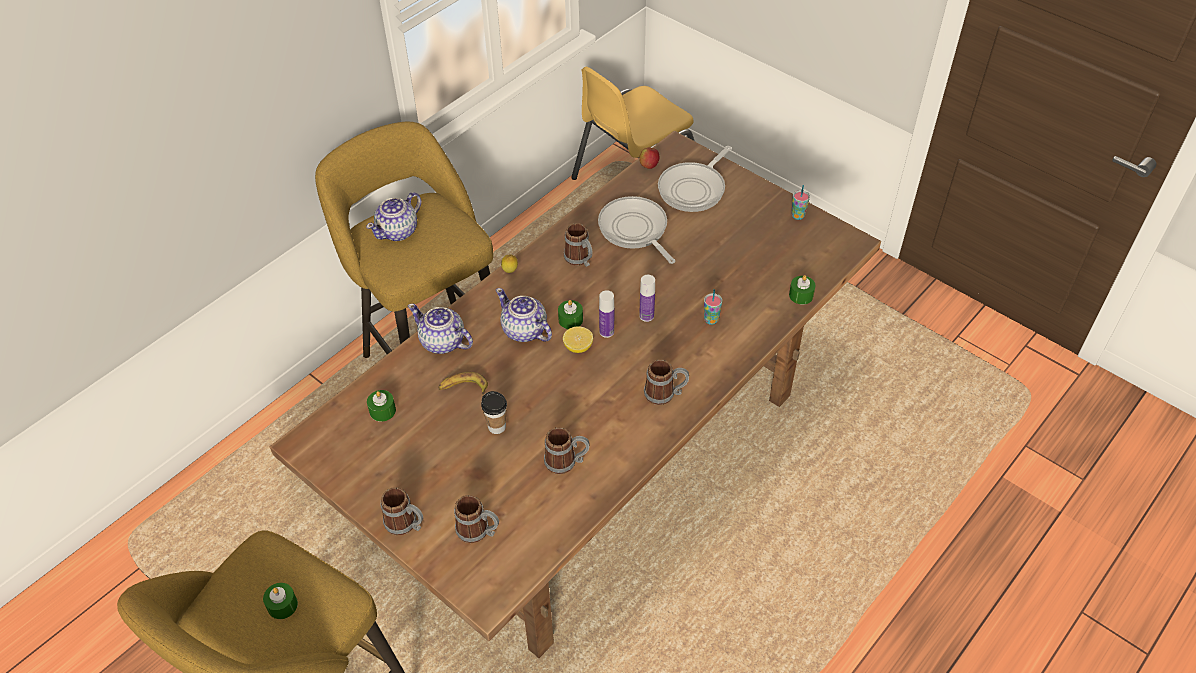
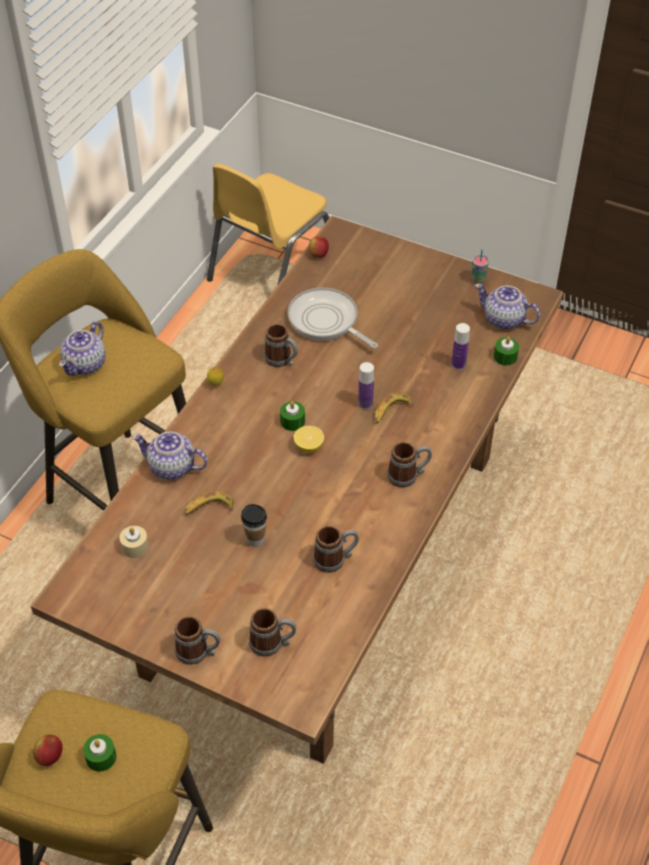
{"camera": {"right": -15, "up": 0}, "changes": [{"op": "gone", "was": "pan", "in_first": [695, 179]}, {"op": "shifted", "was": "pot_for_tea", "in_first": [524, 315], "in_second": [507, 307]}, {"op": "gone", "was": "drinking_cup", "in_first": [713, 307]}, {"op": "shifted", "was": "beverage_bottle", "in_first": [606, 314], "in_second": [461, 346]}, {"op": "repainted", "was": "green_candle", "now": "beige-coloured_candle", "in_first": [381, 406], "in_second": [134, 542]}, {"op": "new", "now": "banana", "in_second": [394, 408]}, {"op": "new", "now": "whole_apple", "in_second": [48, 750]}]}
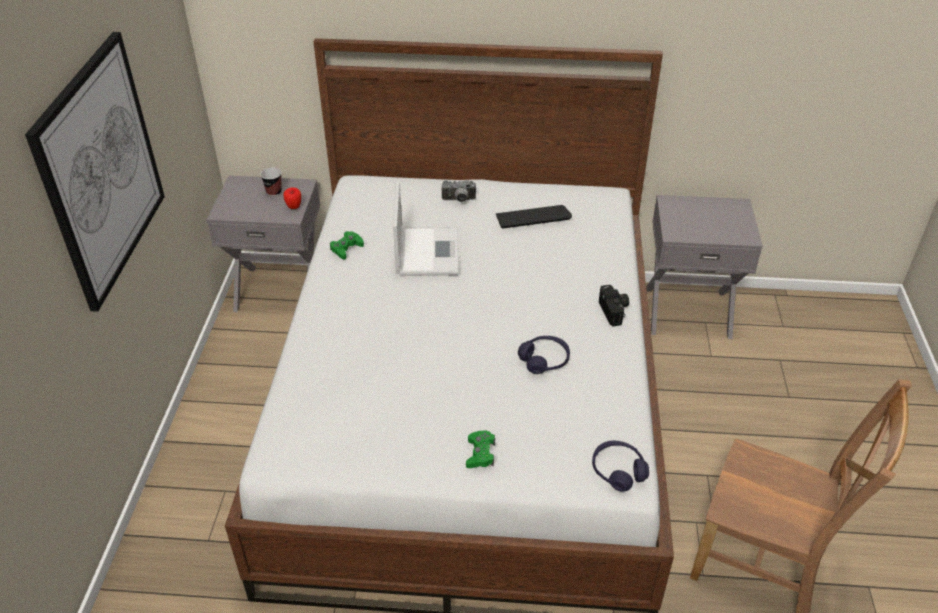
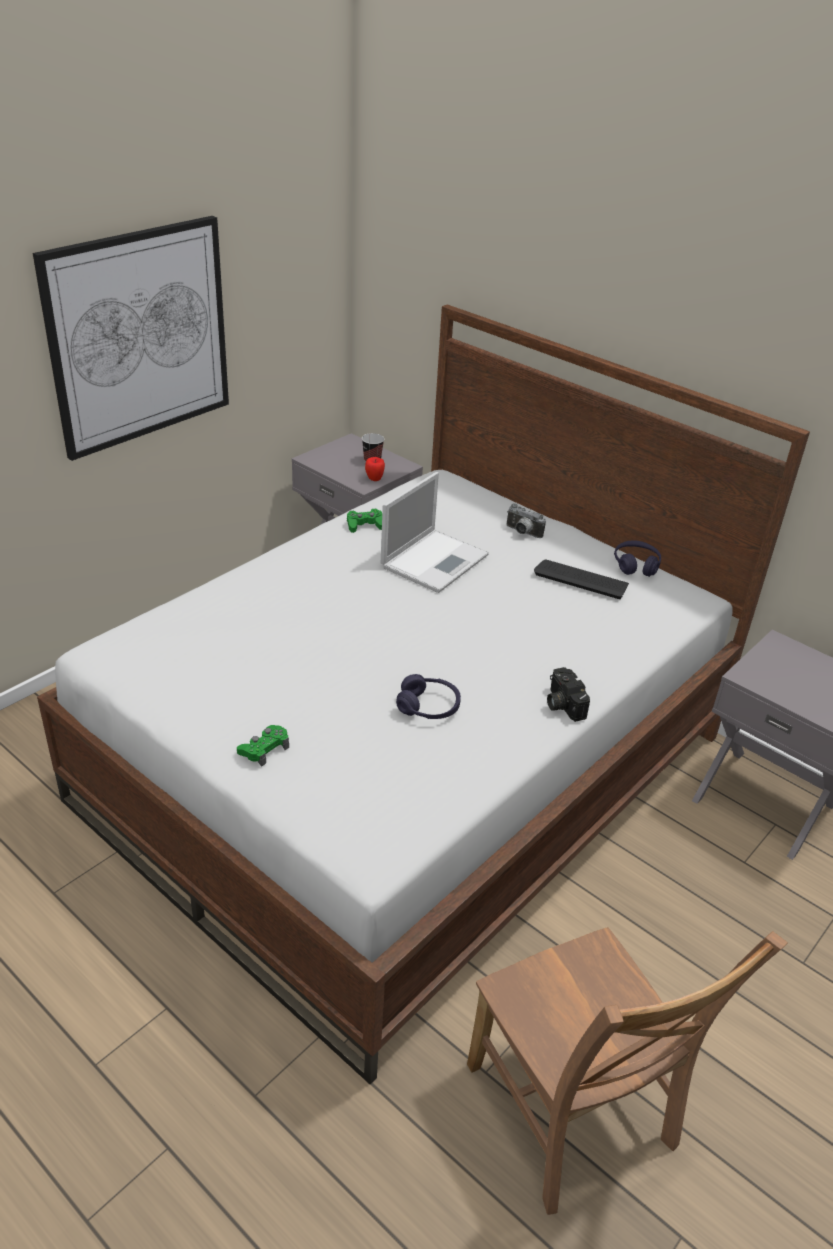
{"camera": {"right": 35, "up": -5}, "changes": [{"op": "rotated", "was": "still_camera", "in_first": [614, 305], "in_second": [568, 694], "clockwise": 135}, {"op": "shifted", "was": "purple_headphones", "in_first": [620, 466], "in_second": [637, 558]}]}
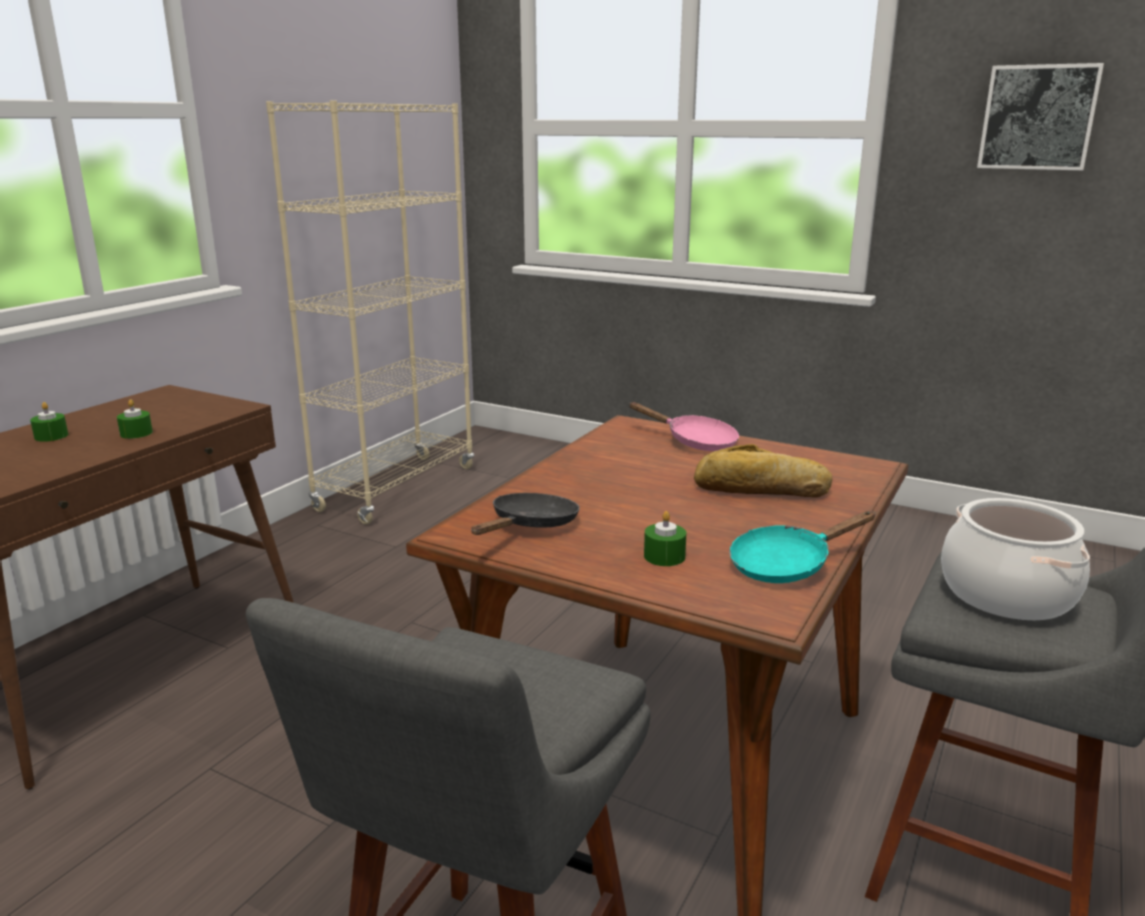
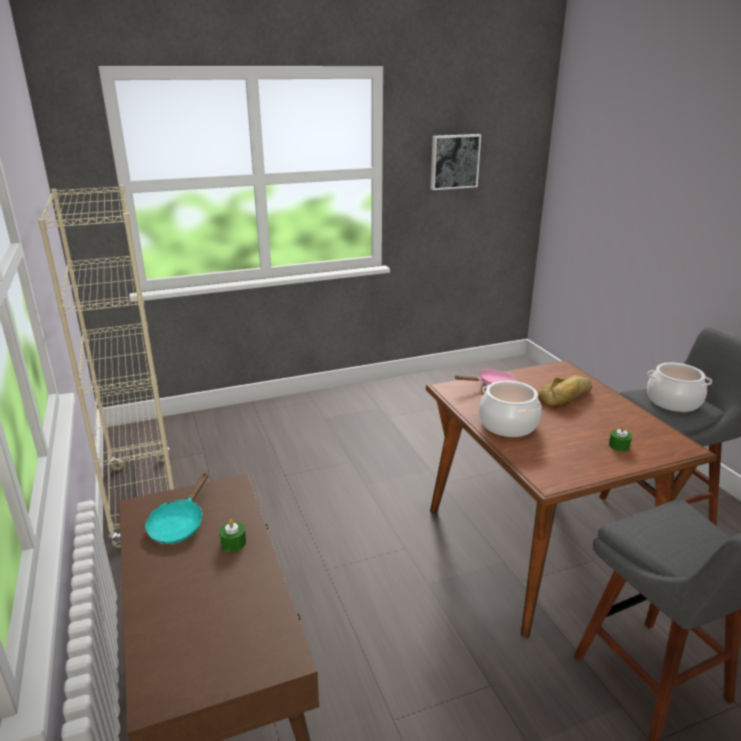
{"camera": {"right": -50, "up": 5}, "changes": [{"op": "gone", "was": "green_candle", "in_first": [49, 422]}, {"op": "gone", "was": "black-coloured_pan", "in_first": [525, 514]}, {"op": "shifted", "was": "turquoise_pan", "in_first": [802, 547], "in_second": [176, 508]}, {"op": "new", "now": "cooking_pot", "in_second": [510, 409]}]}
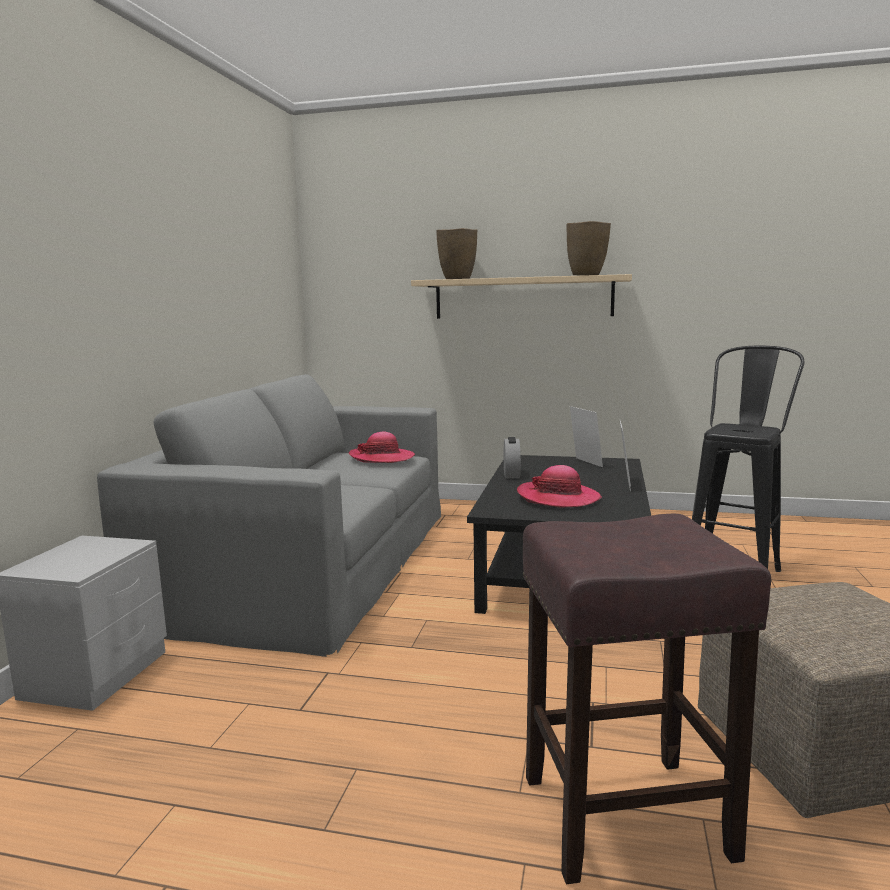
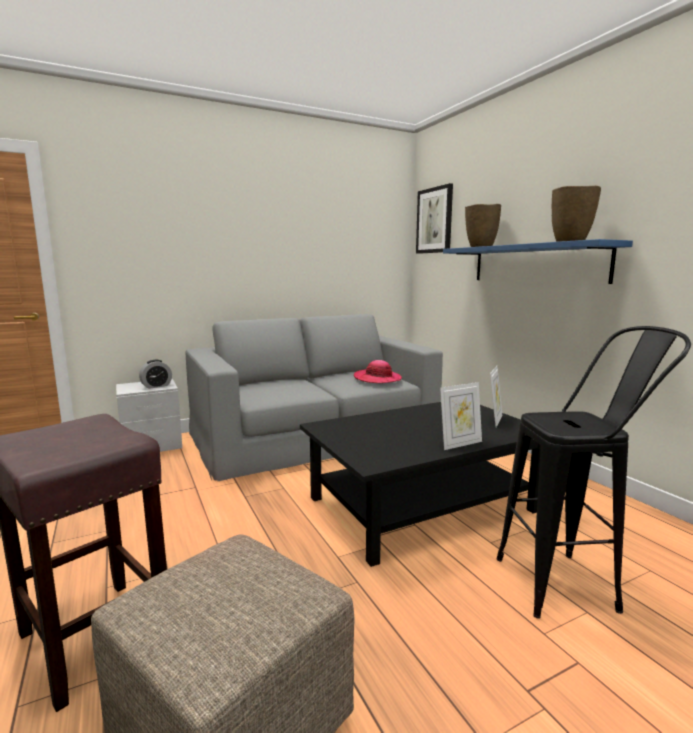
{"camera": {"right": 50, "up": 0}, "changes": [{"op": "repainted", "was": "beige-coloured_shelf", "now": "blue_shelf", "in_first": [521, 296], "in_second": [538, 261]}, {"op": "shifted", "was": "alarm_clock", "in_first": [512, 458], "in_second": [155, 374]}, {"op": "gone", "was": "wearable_hat", "in_first": [559, 486]}, {"op": "new", "now": "picture", "in_second": [434, 218]}]}
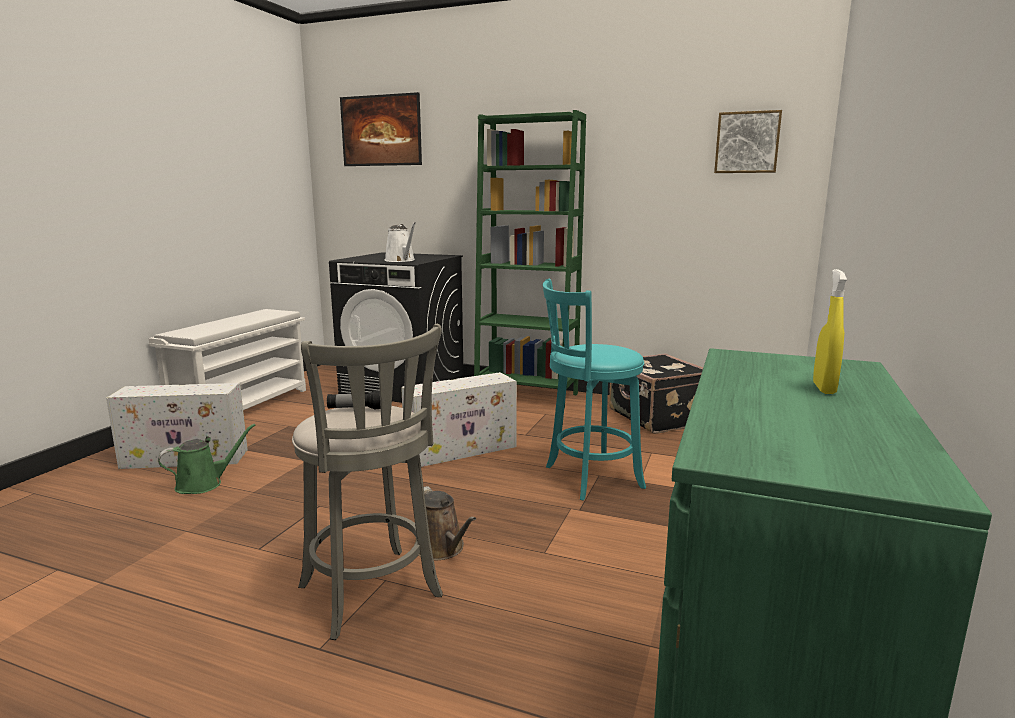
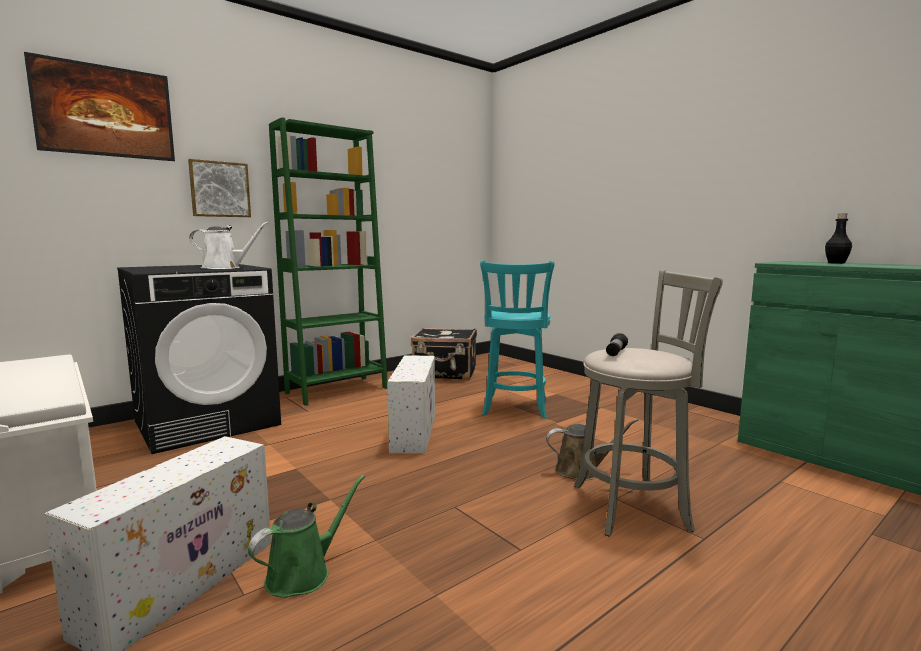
{"camera": {"right": -60, "up": -5}, "changes": [{"op": "shifted", "was": "picture", "in_first": [748, 141], "in_second": [219, 188]}, {"op": "swapped", "was": "yellow-coloured_spray_bottle", "now": "black-coloured_beverage_bottle", "in_first": [830, 331], "in_second": [838, 239]}, {"op": "rotated", "was": "green_watering_pot", "in_first": [206, 459], "in_second": [306, 536], "clockwise": 45}]}
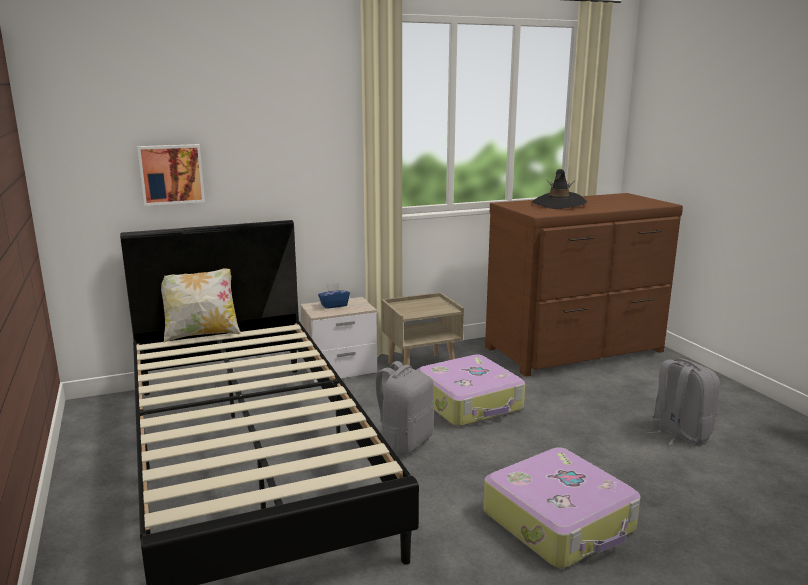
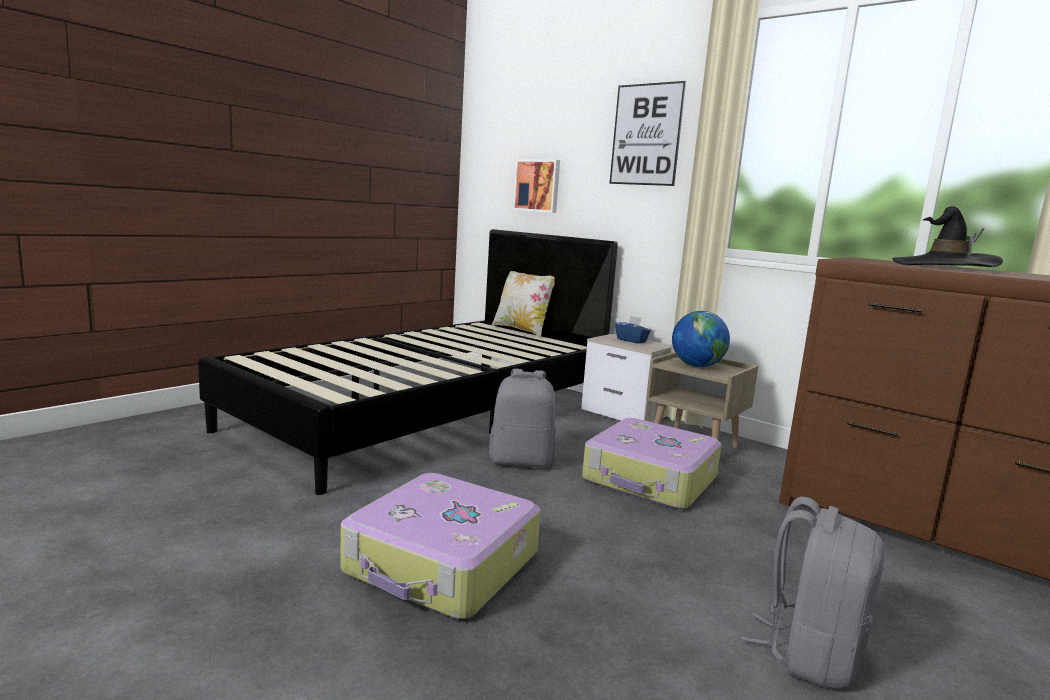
{"camera": {"right": 60, "up": -5}, "changes": [{"op": "new", "now": "picture", "in_second": [647, 133]}, {"op": "new", "now": "world_globe", "in_second": [701, 339]}]}
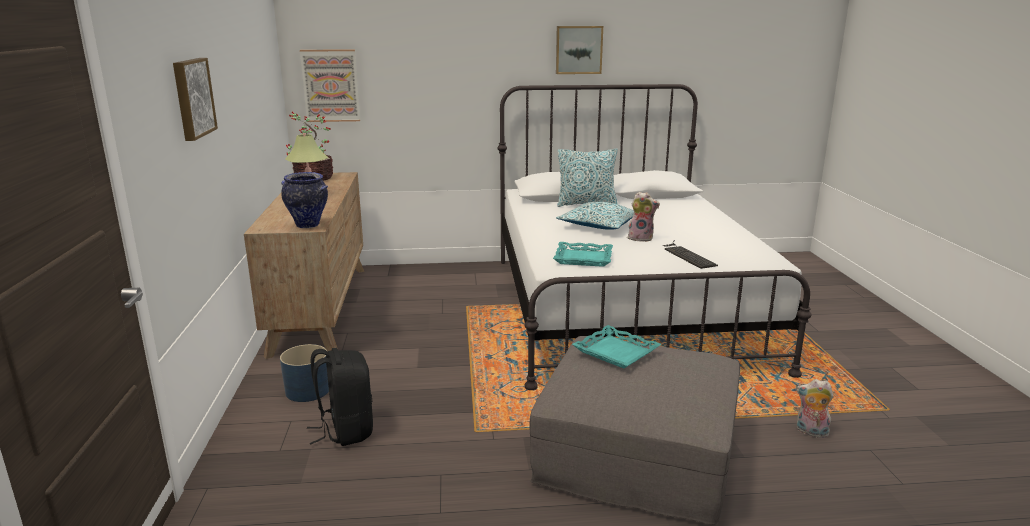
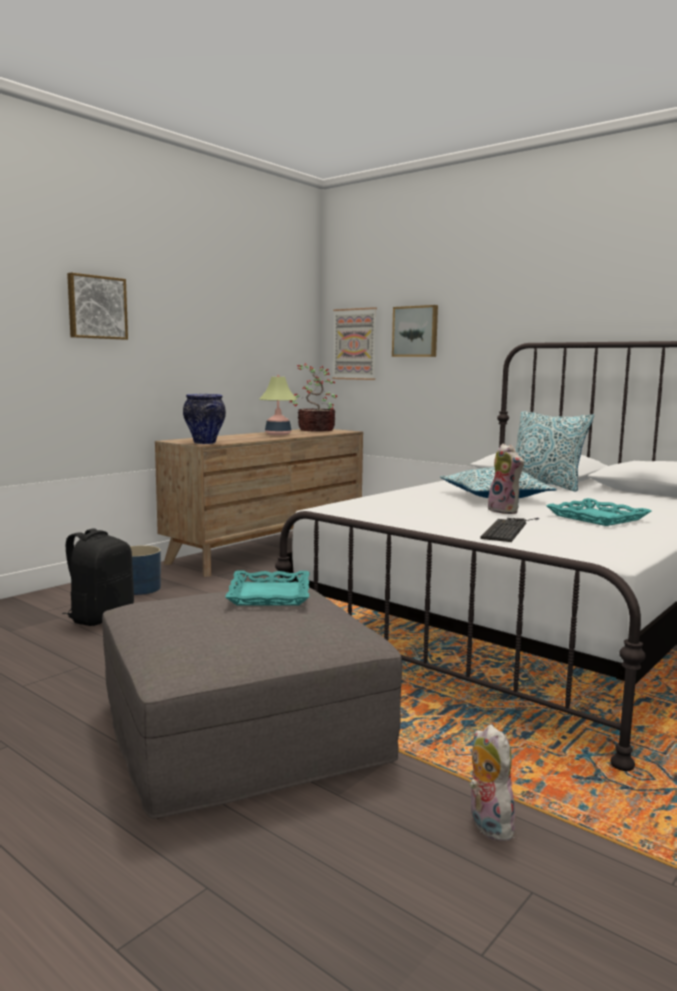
{"camera": {"right": 45, "up": -10}, "changes": [{"op": "shifted", "was": "picture", "in_first": [579, 50], "in_second": [415, 331]}, {"op": "shifted", "was": "turquoise_tray", "in_first": [583, 254], "in_second": [598, 512]}]}
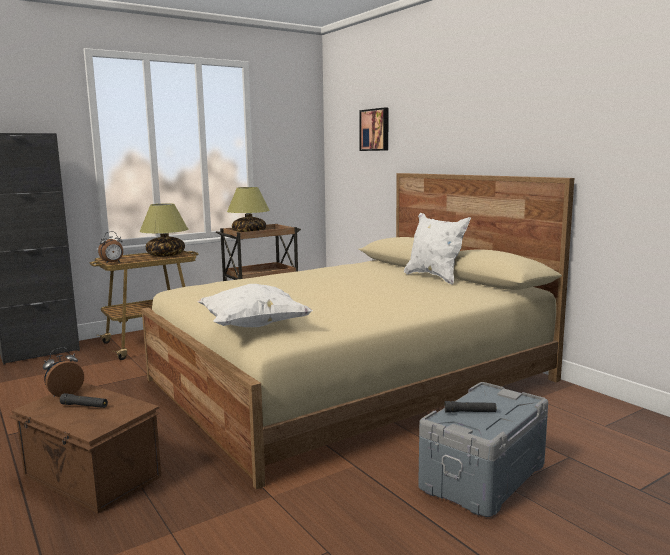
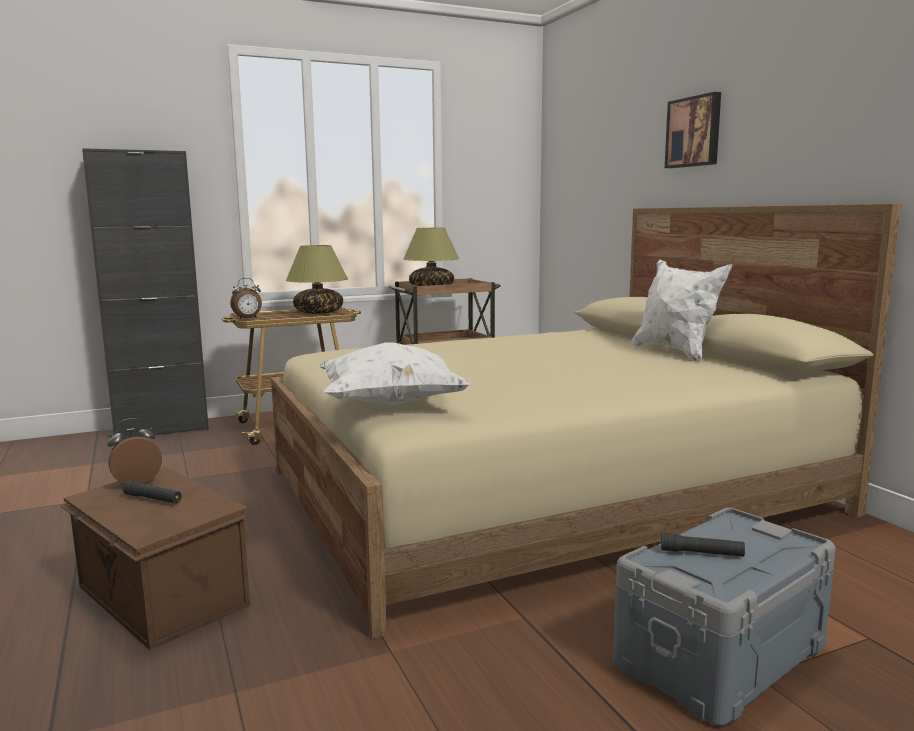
{"camera": {"right": 10, "up": 0}, "changes": [{"op": "shifted", "was": "picture", "in_first": [373, 129], "in_second": [693, 130]}]}
